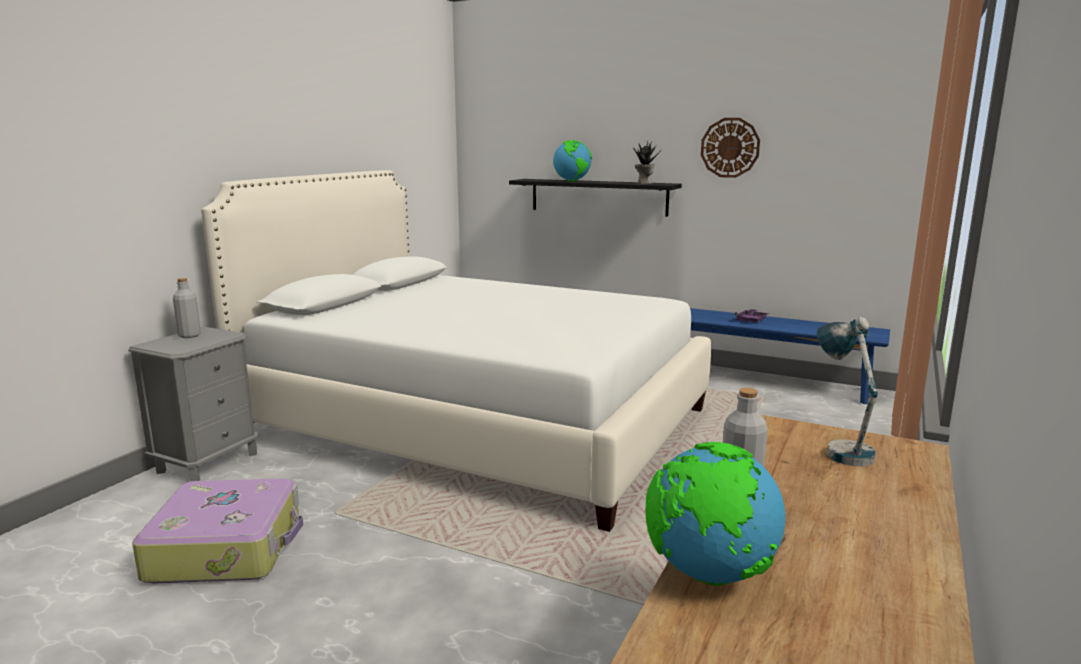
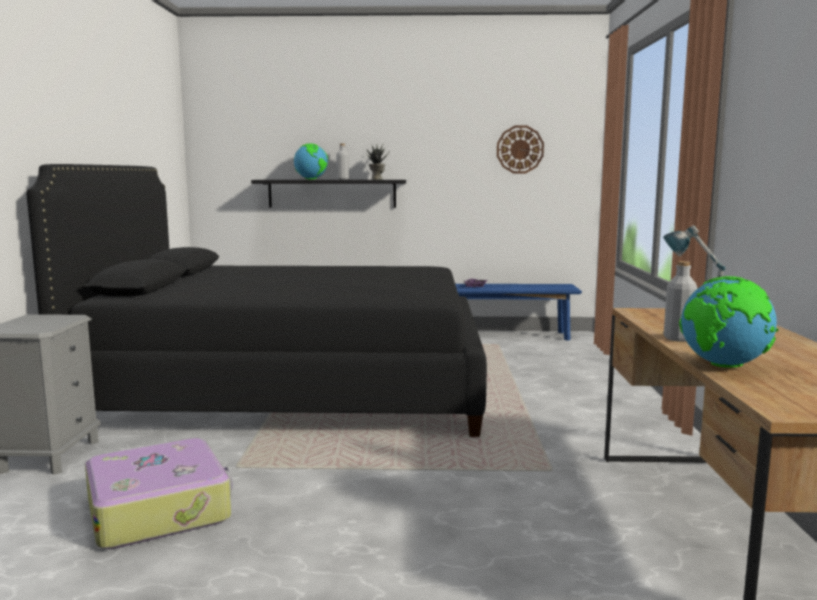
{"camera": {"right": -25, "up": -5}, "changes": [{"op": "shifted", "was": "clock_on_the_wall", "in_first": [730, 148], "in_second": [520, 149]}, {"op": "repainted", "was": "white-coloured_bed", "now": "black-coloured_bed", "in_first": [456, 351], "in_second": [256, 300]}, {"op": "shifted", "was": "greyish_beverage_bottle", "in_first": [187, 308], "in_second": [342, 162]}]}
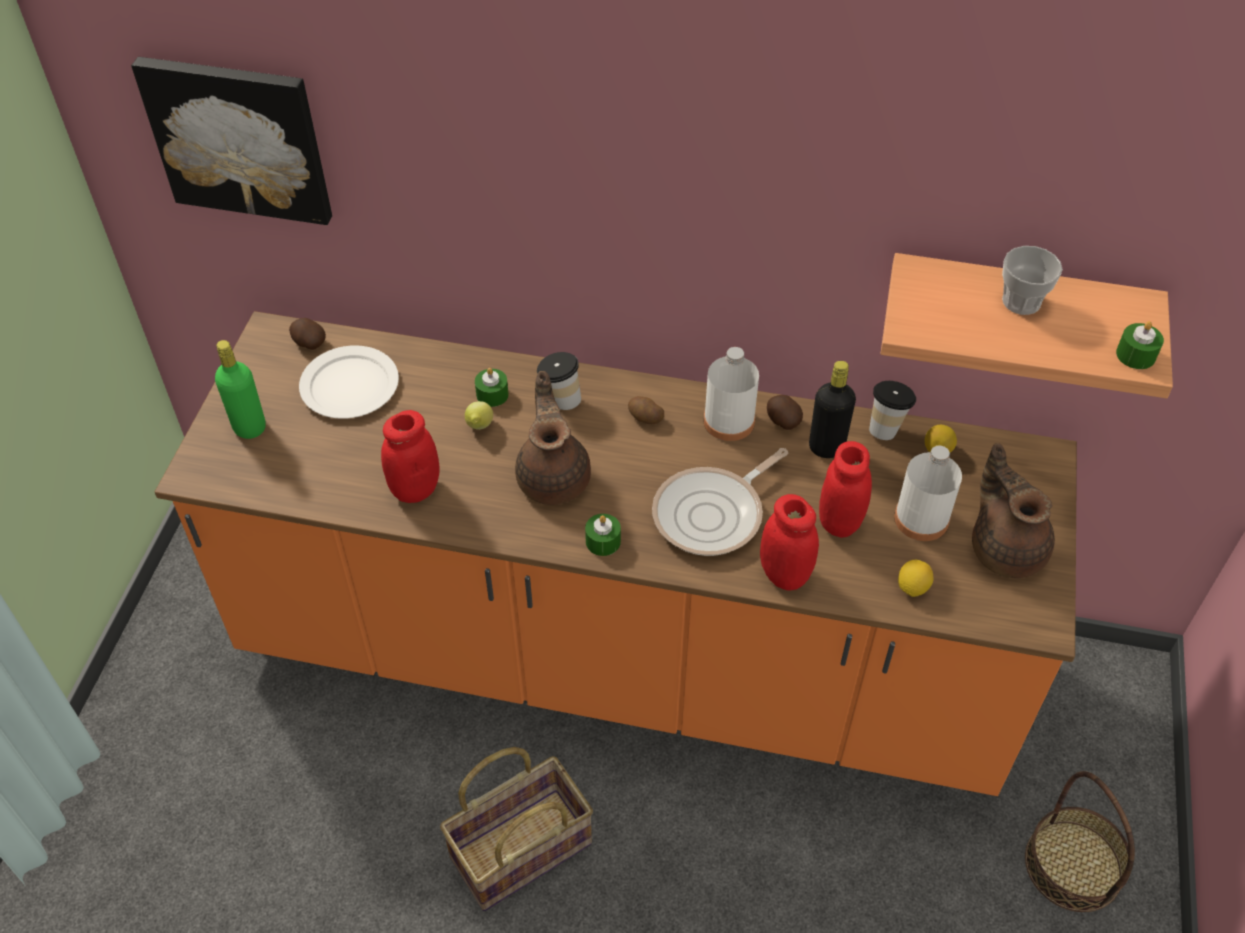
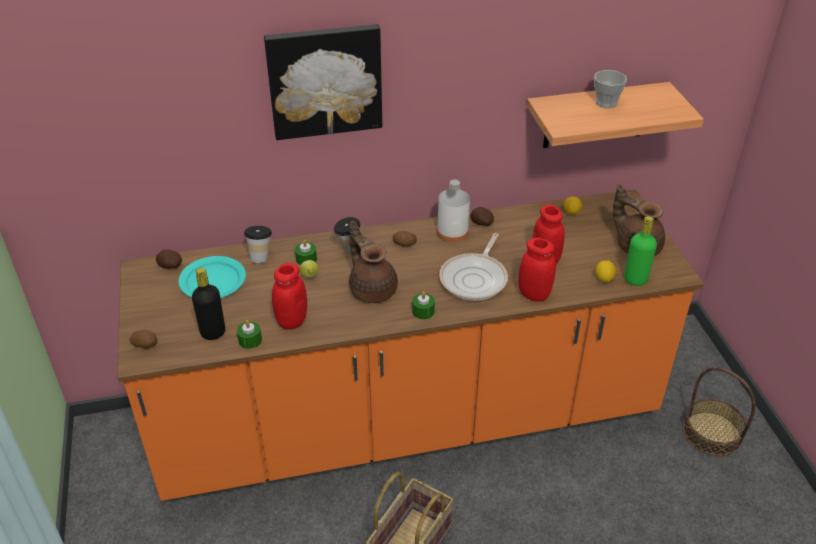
{"camera": {"right": -25, "up": -10}, "changes": [{"op": "shifted", "was": "picture", "in_first": [231, 141], "in_second": [323, 82]}, {"op": "shifted", "was": "green_candle", "in_first": [1140, 345], "in_second": [249, 334]}, {"op": "shifted", "was": "green_beverage_bottle", "in_first": [240, 389], "in_second": [640, 251]}, {"op": "repainted", "was": "white-coloured_dinner_plate", "now": "turquoise_dinner_plate", "in_first": [349, 382], "in_second": [212, 277]}, {"op": "shifted", "was": "black-coloured_beverage_bottle", "in_first": [832, 409], "in_second": [208, 304]}, {"op": "shifted", "was": "drinking_cup", "in_first": [892, 410], "in_second": [258, 244]}, {"op": "gone", "was": "white-coloured_beverage_bottle", "in_first": [928, 493]}, {"op": "new", "now": "whole_potato", "in_second": [143, 339]}]}
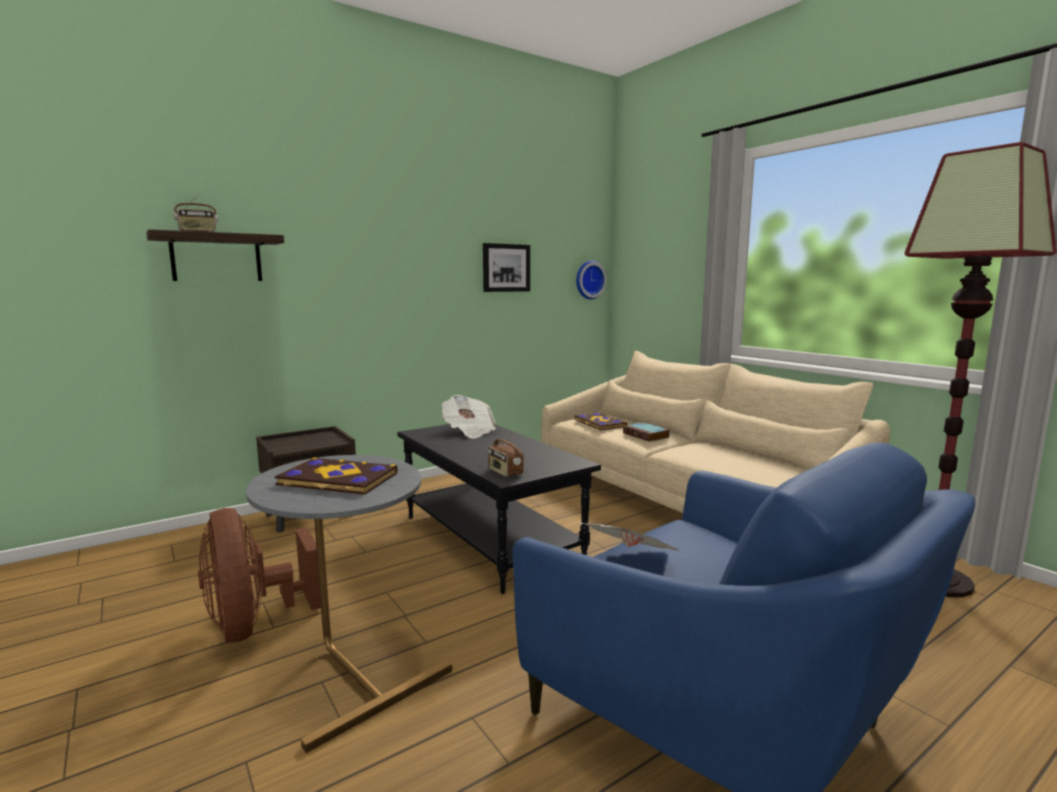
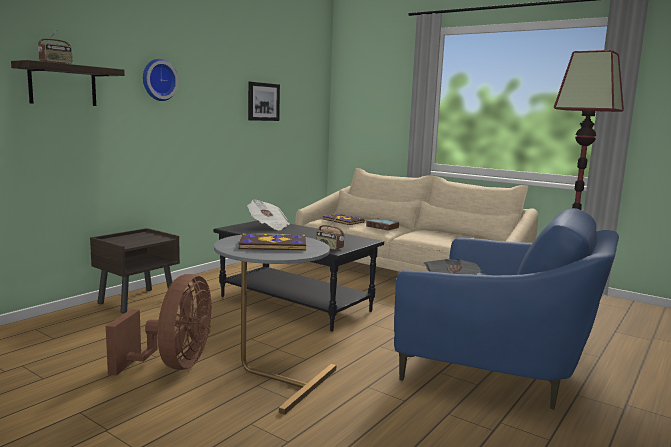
{"camera": {"right": -20, "up": 0}, "changes": [{"op": "shifted", "was": "clock_on_the_wall", "in_first": [591, 280], "in_second": [160, 80]}, {"op": "rotated", "was": "brown-coloured_electric_fan", "in_first": [259, 575], "in_second": [158, 325], "clockwise": -120}]}
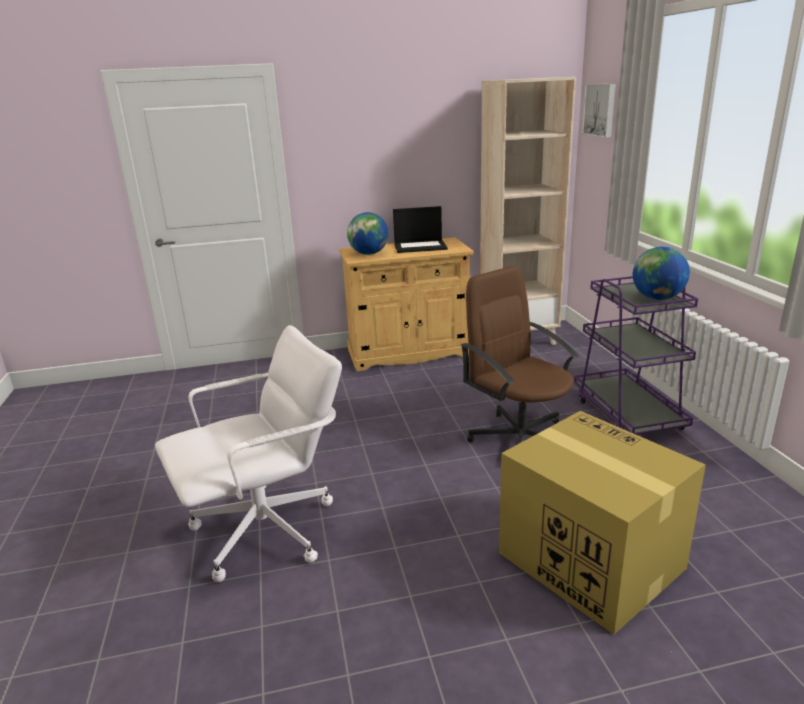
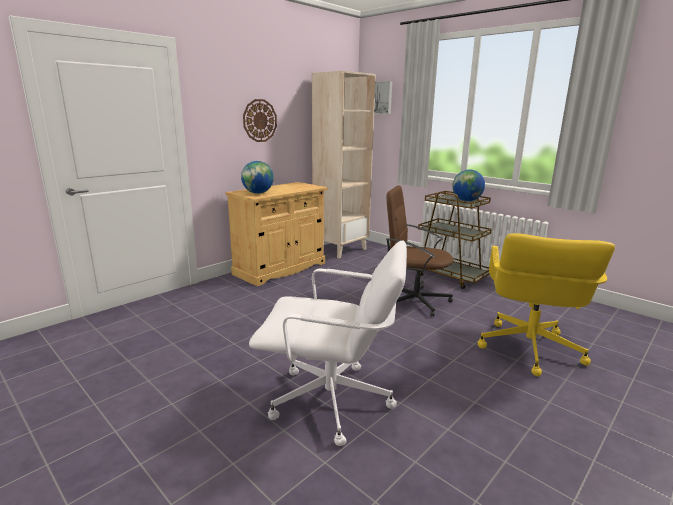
{"camera": {"right": -35, "up": -5}, "changes": [{"op": "gone", "was": "portable_computer", "in_first": [420, 229]}, {"op": "repainted", "was": "purple_cart", "now": "brown-coloured_cart", "in_first": [636, 355], "in_second": [455, 240]}, {"op": "rotated", "was": "white-coloured_office_chair", "in_first": [248, 453], "in_second": [328, 343], "clockwise": 75}, {"op": "swapped", "was": "cardboard_box", "now": "yellow-coloured_office_chair", "in_first": [602, 523], "in_second": [546, 304]}, {"op": "new", "now": "clock_on_the_wall", "in_second": [260, 120]}]}
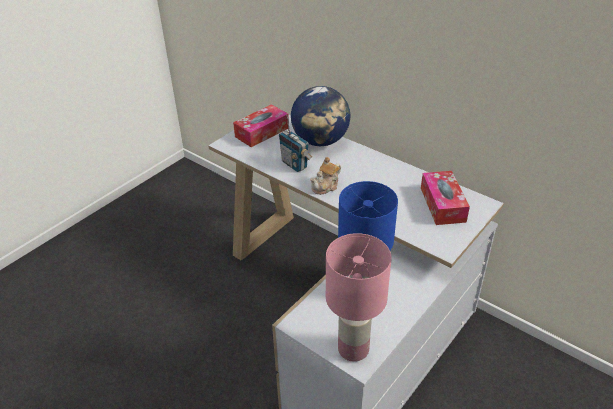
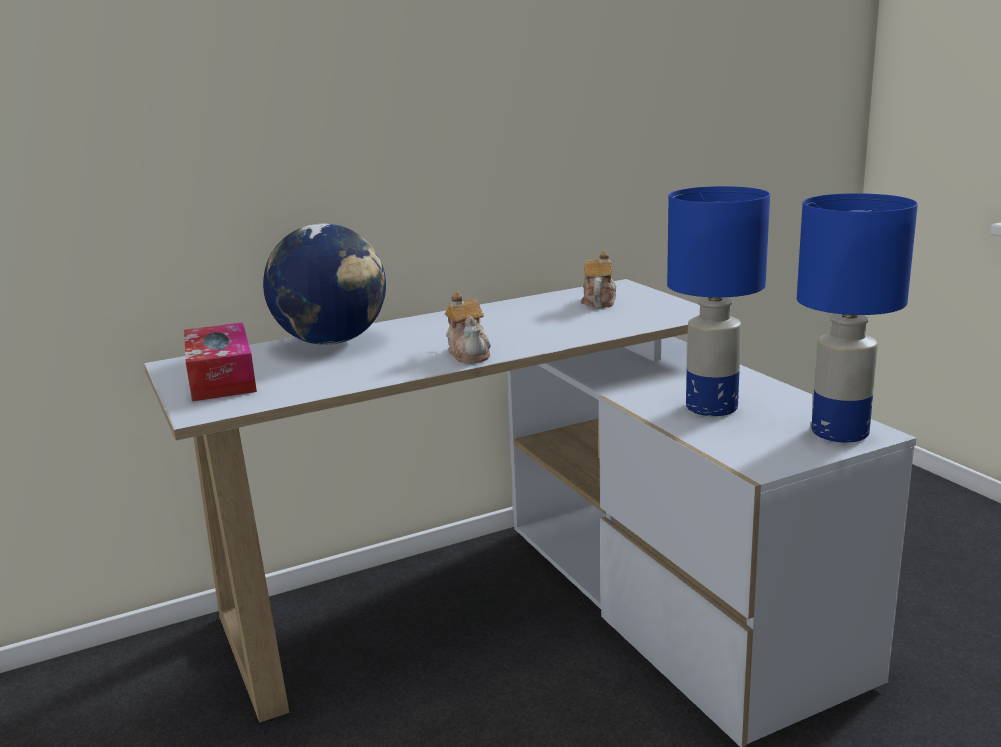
{"camera": {"right": -65, "up": -20}, "changes": [{"op": "gone", "was": "radio", "in_first": [295, 143]}, {"op": "swapped", "was": "tissue_holder", "now": "pot_for_tea", "in_first": [445, 198], "in_second": [598, 279]}, {"op": "repainted", "was": "pink-coloured_tabletop_lamp", "now": "blue_tabletop_lamp", "in_first": [359, 297], "in_second": [857, 318]}]}
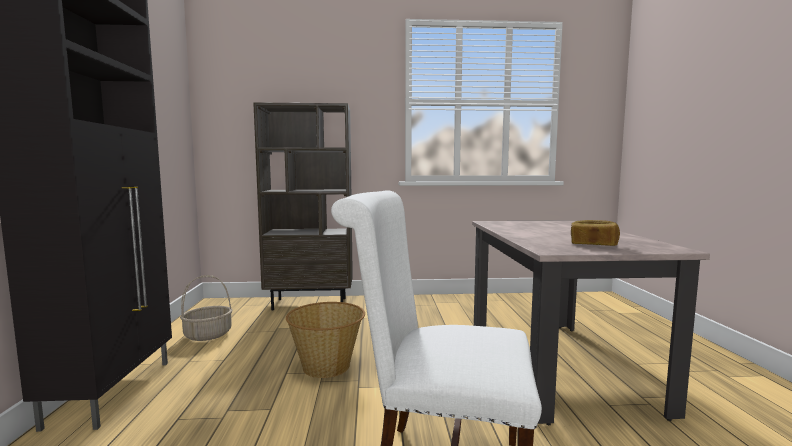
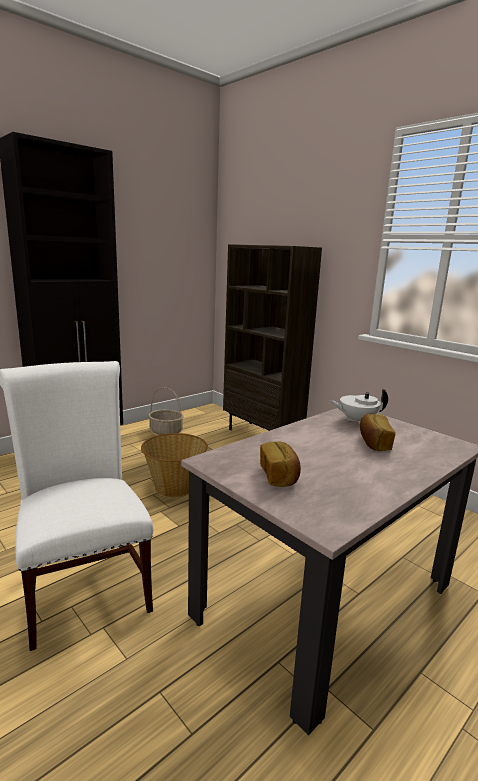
{"camera": {"right": 50, "up": 10}, "changes": [{"op": "new", "now": "white-coloured_pot_for_tea", "in_second": [358, 406]}, {"op": "new", "now": "bread", "in_second": [377, 432]}]}
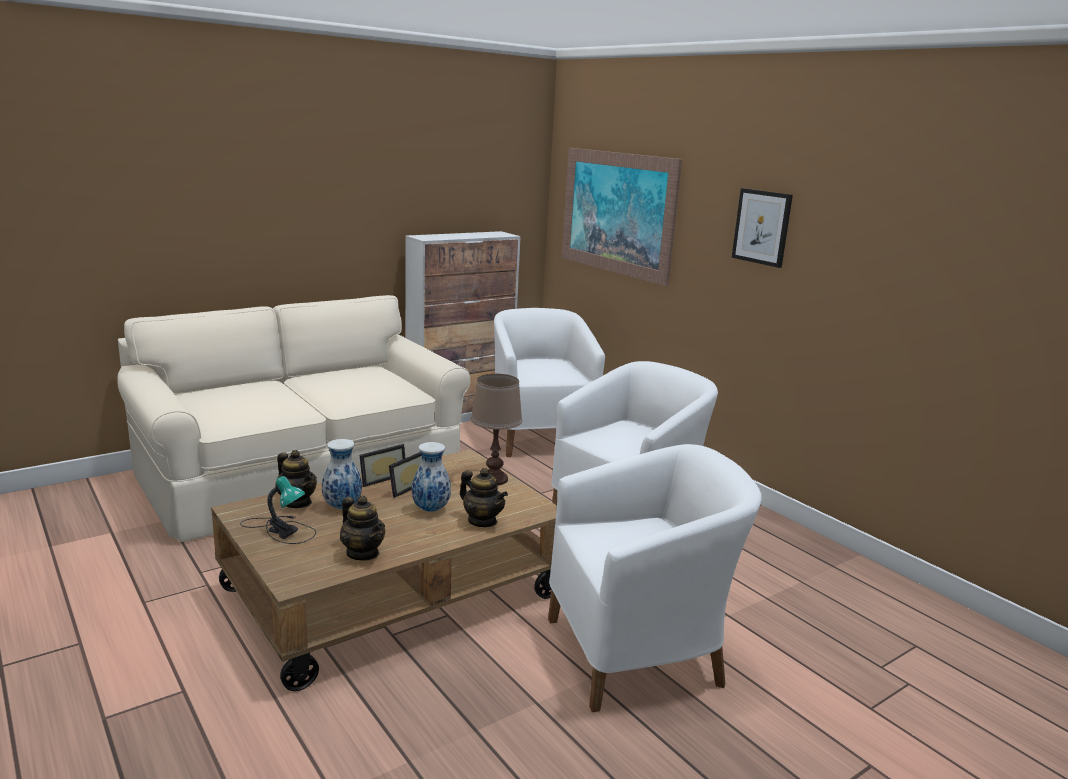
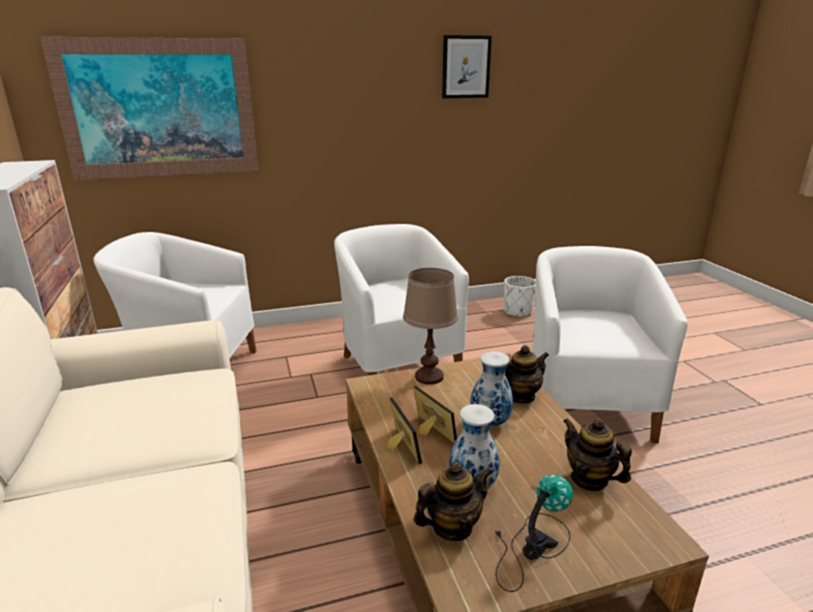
{"camera": {"right": -70, "up": 5}, "changes": [{"op": "shifted", "was": "picture", "in_first": [762, 228], "in_second": [467, 66]}, {"op": "rotated", "was": "pot_for_tea", "in_first": [362, 528], "in_second": [597, 454], "clockwise": -105}, {"op": "new", "now": "white-coloured_planter", "in_second": [520, 296]}]}
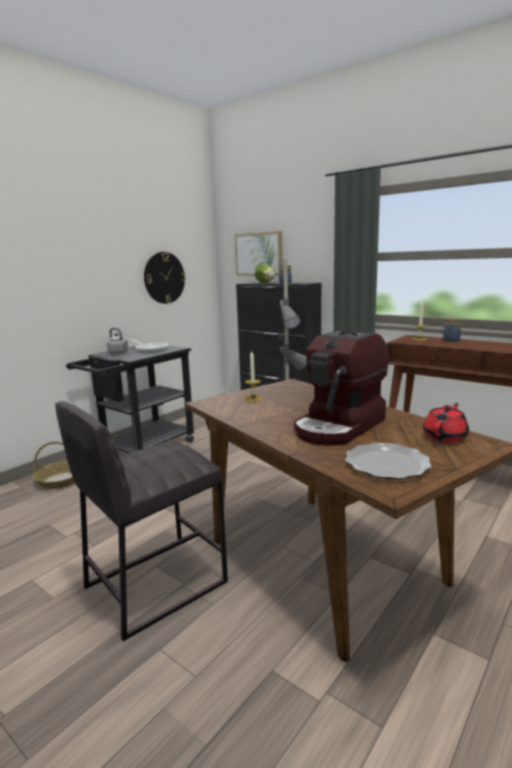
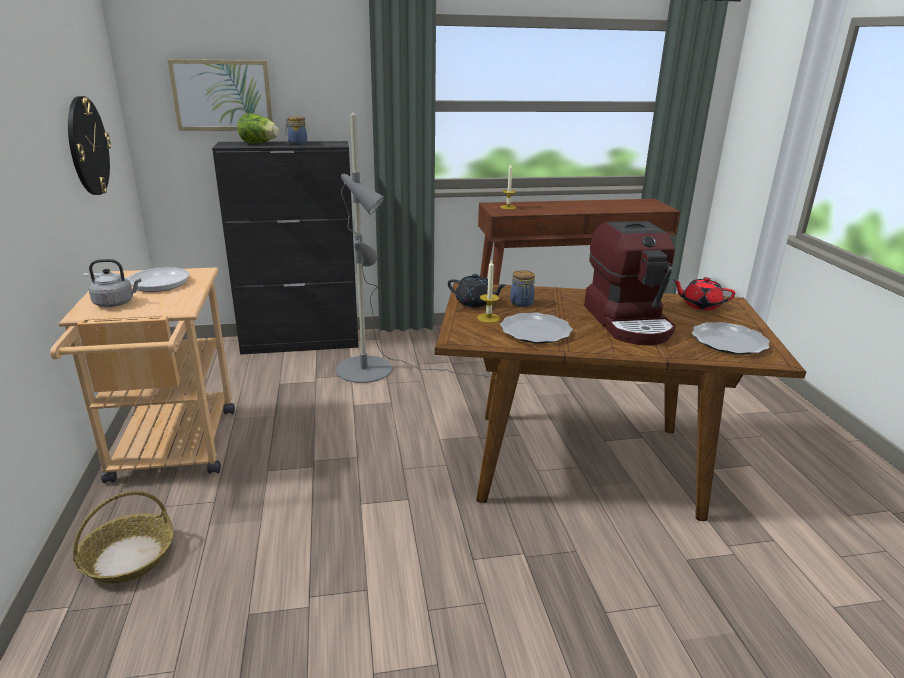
{"camera": {"right": -50, "up": 10}, "changes": [{"op": "shifted", "was": "jar", "in_first": [452, 330], "in_second": [522, 288]}, {"op": "repainted", "was": "black-coloured_cart", "now": "beige-coloured_cart", "in_first": [130, 399], "in_second": [142, 375]}, {"op": "gone", "was": "greyish_stool", "in_first": [141, 521]}, {"op": "rotated", "was": "red-coloured_pot_for_tea", "in_first": [446, 422], "in_second": [704, 293], "clockwise": -60}, {"op": "new", "now": "black-coloured_pot_for_tea", "in_second": [477, 290]}, {"op": "new", "now": "dinner_plate", "in_second": [536, 327]}]}
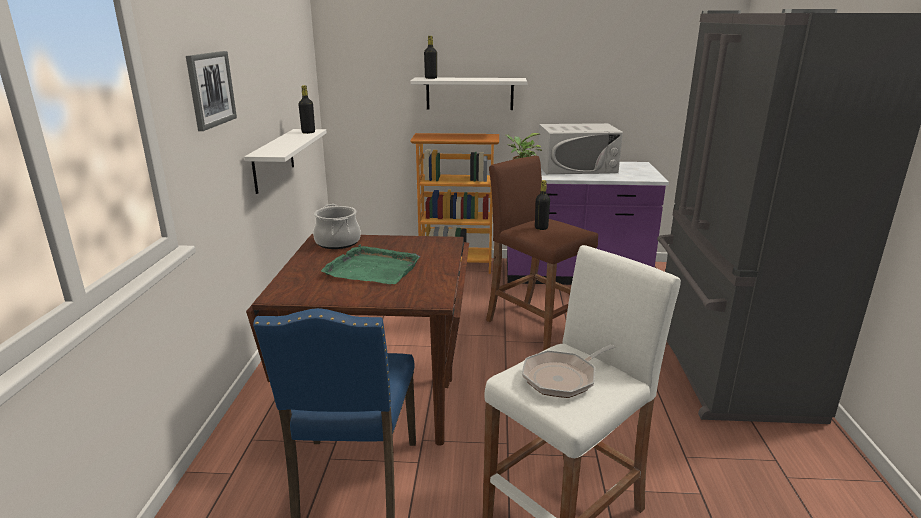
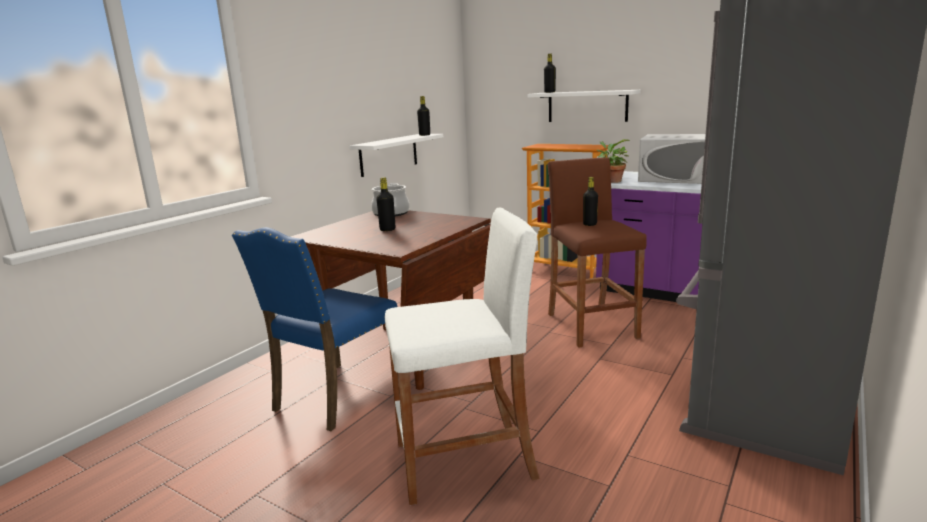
{"camera": {"right": 30, "up": -5}, "changes": [{"op": "gone", "was": "picture", "in_first": [211, 91]}, {"op": "swapped", "was": "green_tray", "now": "black-coloured_beverage_bottle", "in_first": [370, 264], "in_second": [385, 204]}, {"op": "gone", "was": "pan", "in_first": [569, 371]}]}
